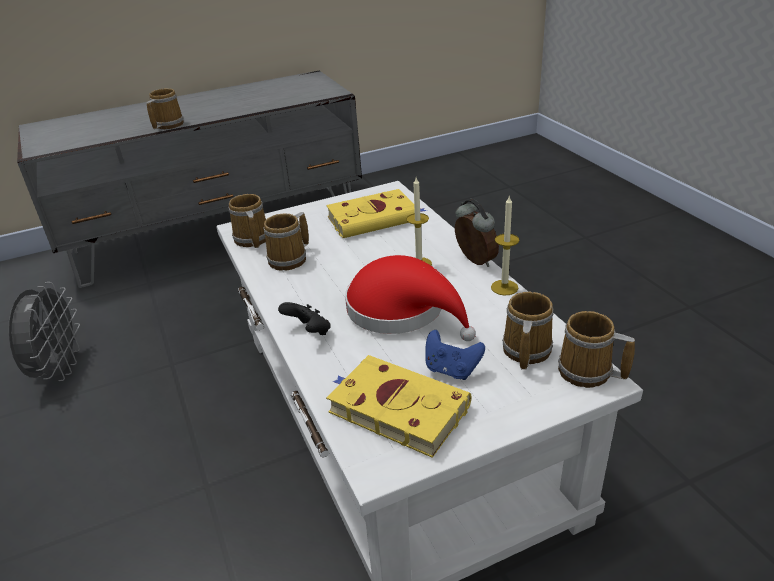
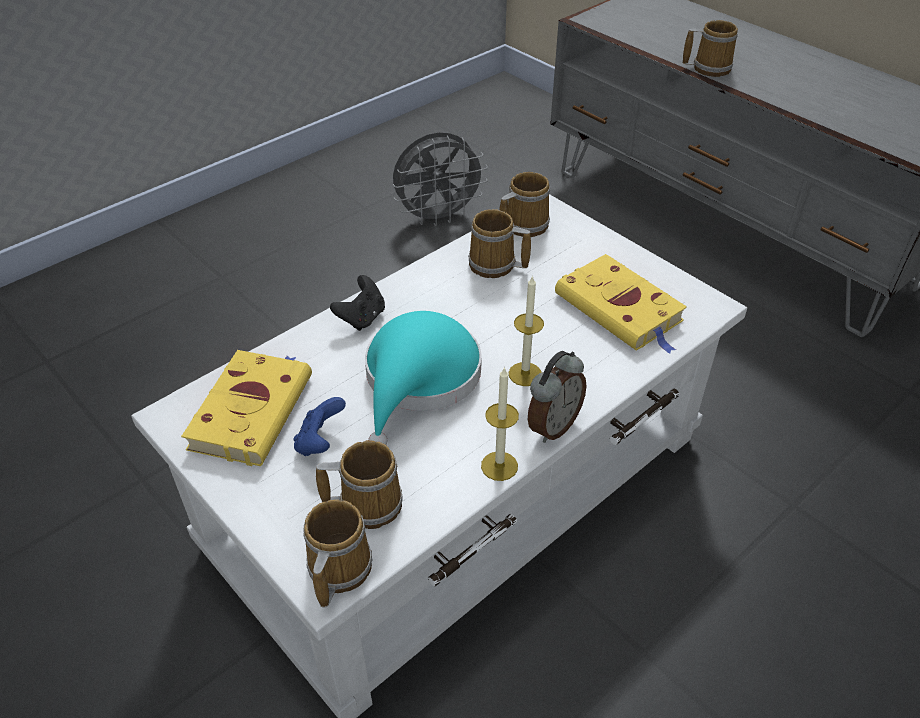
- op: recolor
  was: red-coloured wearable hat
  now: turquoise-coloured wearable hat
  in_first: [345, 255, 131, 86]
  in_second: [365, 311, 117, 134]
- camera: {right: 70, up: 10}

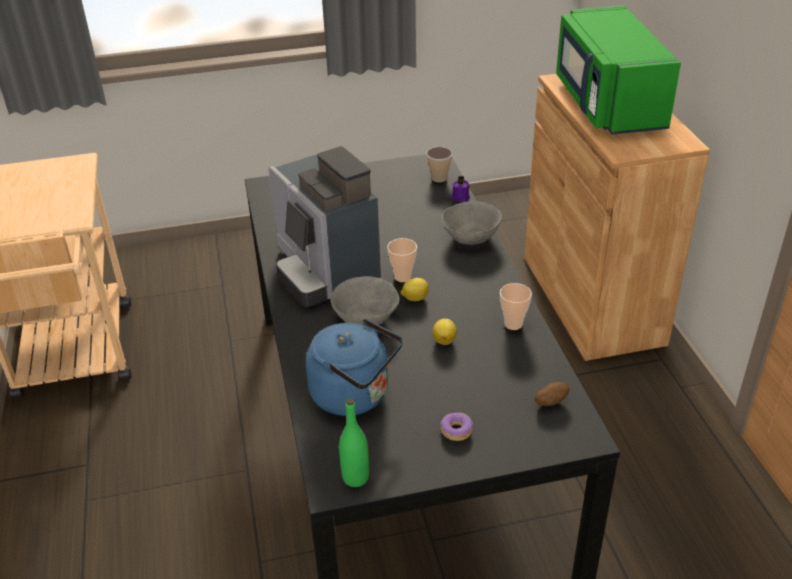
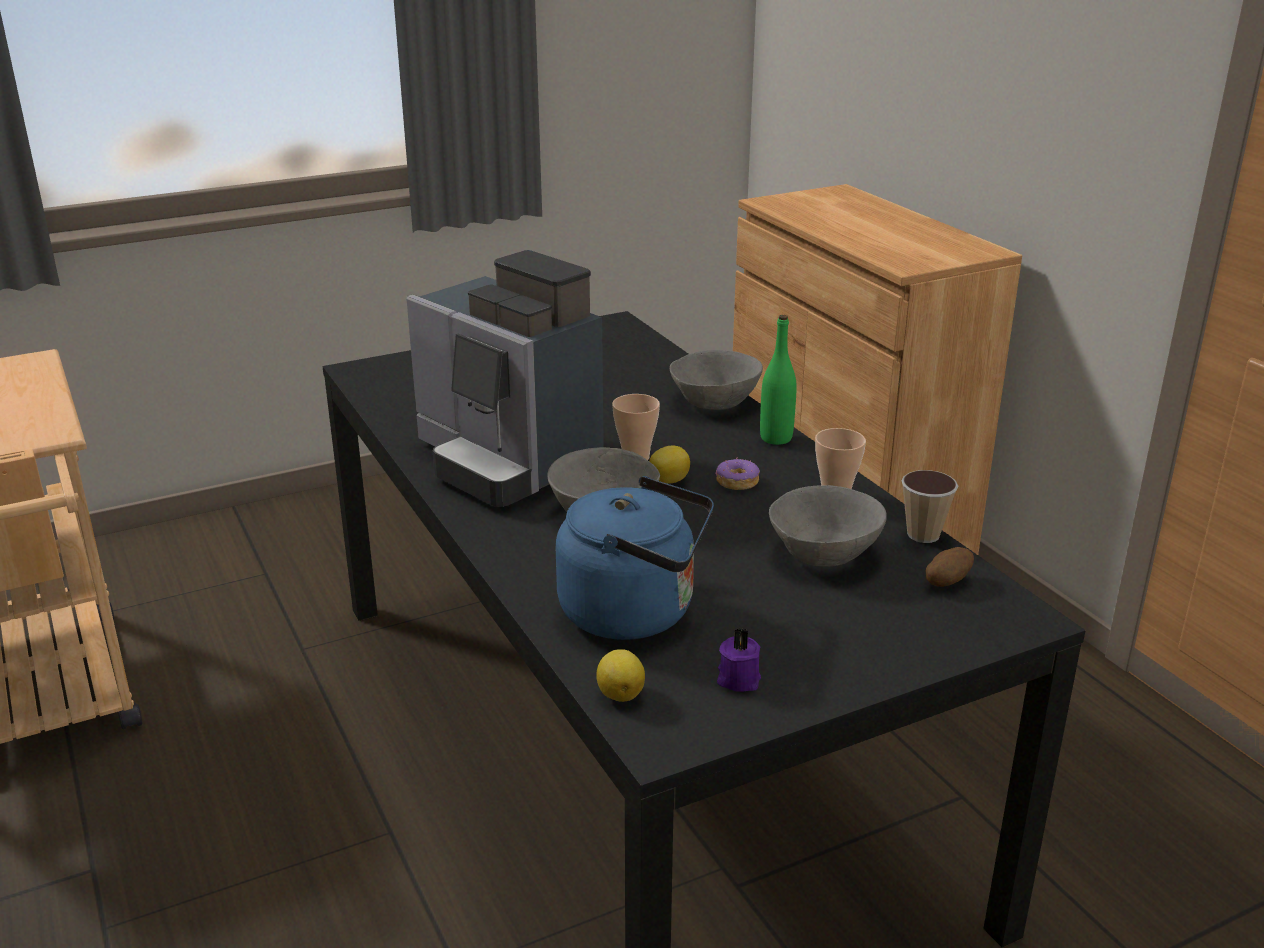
- op: move
  was: citrus fruit
  in_first: [432, 319, 25, 26]
  in_second: [596, 649, 49, 53]
- op: move
  was: doughnut
  in_first: [440, 412, 33, 29]
  in_second: [715, 457, 45, 33]
- op: move
  was: purplish candle
  in_first: [451, 175, 19, 27]
  in_second: [717, 628, 44, 64]
- op: move
  was: green-coloured beverage bottle
  in_first: [339, 398, 30, 89]
  in_second: [760, 315, 37, 130]
- op: insert
  now: gray bowl
  in_second: [769, 485, 118, 82]
- op: move
  was: cup
  in_first: [426, 147, 27, 35]
  in_second: [902, 470, 56, 73]
- op: delete
  was: green-coloured microwave oven
  in_first: [556, 5, 125, 129]
- camera: {right: -15, up: -10}

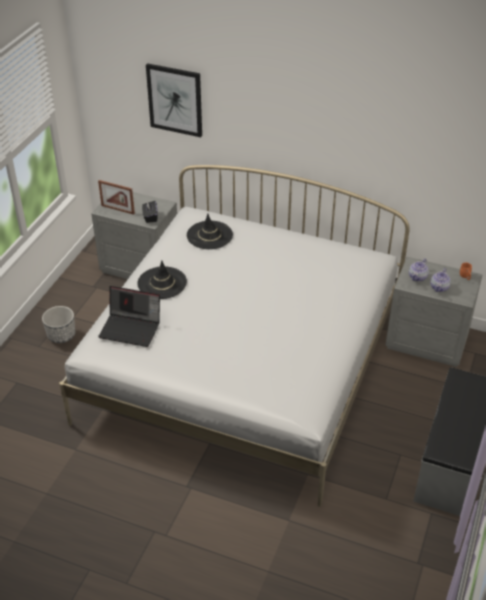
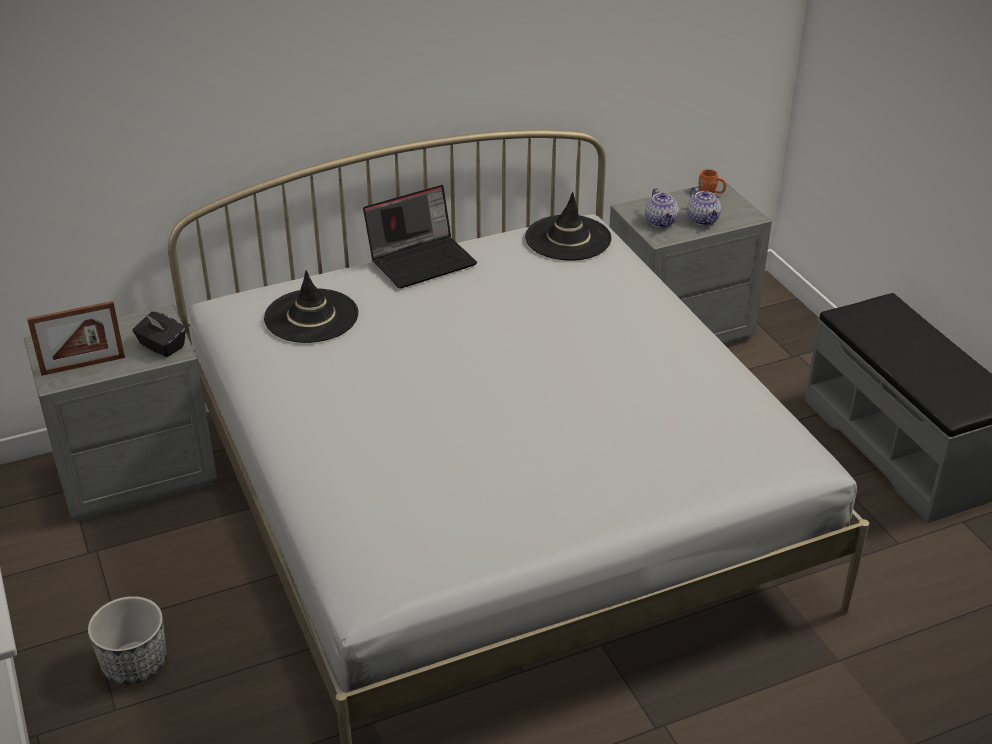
- op: move
  was: laptop
  in_first: [98, 286, 62, 61]
  in_second: [363, 185, 114, 104]
- op: move
  was: blackish wearable hat
  in_first: [137, 261, 50, 38]
  in_second: [525, 192, 87, 69]
- op: delete
  was: picture
  in_first: [146, 63, 56, 74]
- camera: {right: -45, up: -5}

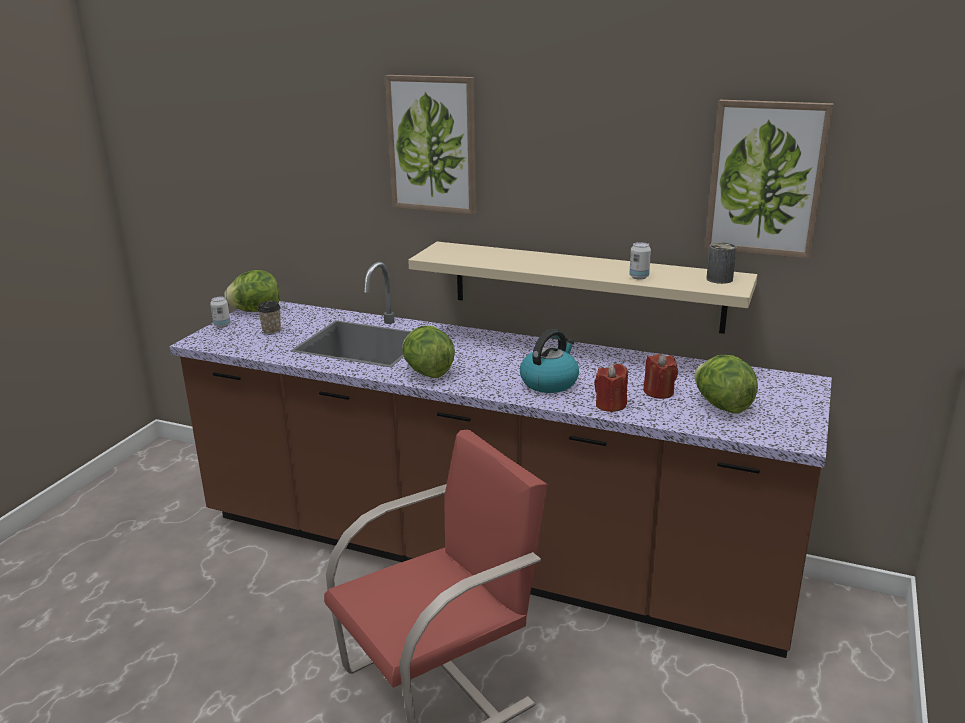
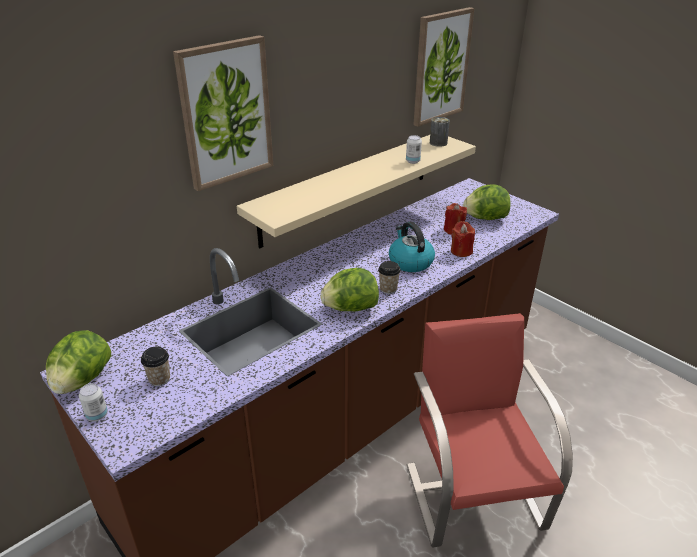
- op: insert
  now: cup
  in_second: [378, 261, 23, 33]
- camera: {right: -65, up: 10}

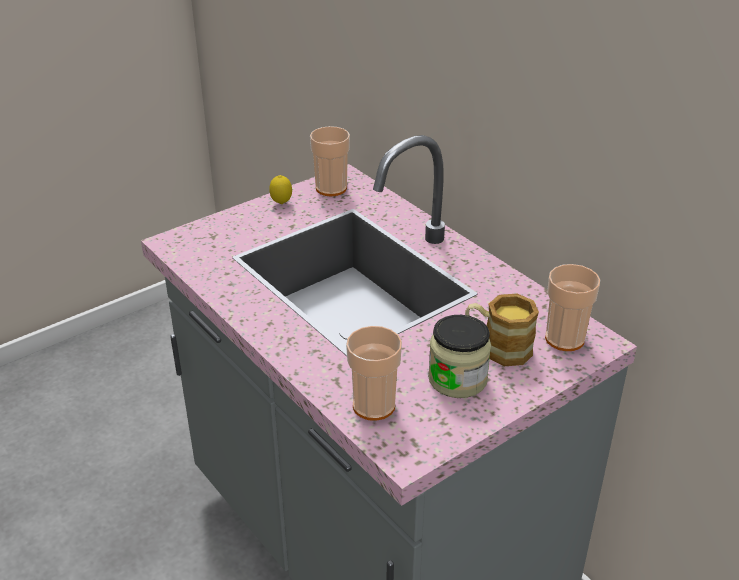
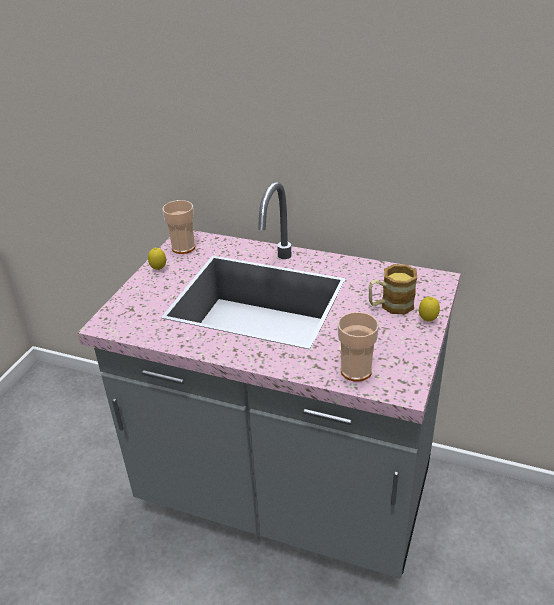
- op: insert
  now: citrus fruit
  in_second: [419, 297, 21, 24]
- op: delete
  was: storage jar
  in_first: [428, 315, 63, 83]
- op: delete
  was: cup
  in_first: [545, 264, 55, 87]
- camera: {right: -30, up: 0}

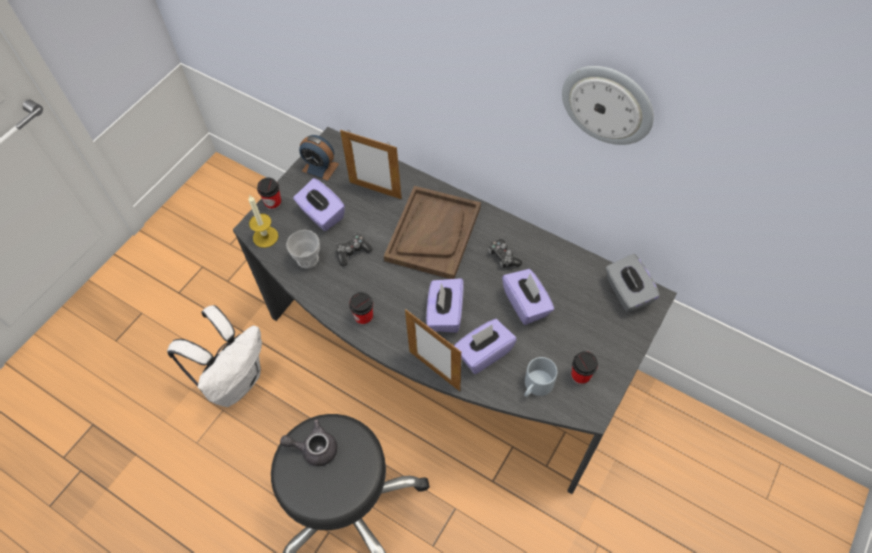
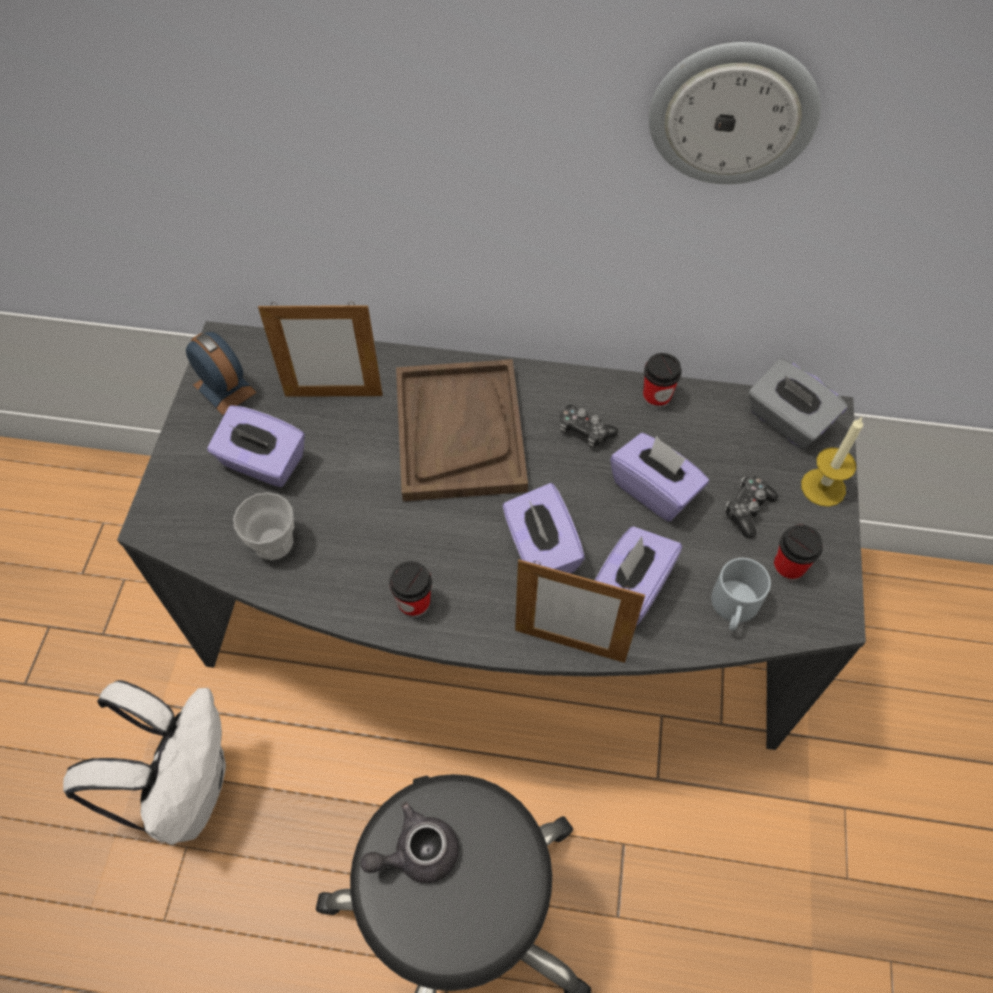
- op: rotate
  was: bedside clock
  in_first: [299, 135, 40, 46]
  in_second: [186, 332, 71, 83]
  clockwise: -135
- op: move
  was: cup
  in_first: [257, 178, 25, 32]
  in_second: [643, 353, 39, 56]
- op: move
  was: game controller
  in_first: [336, 234, 36, 33]
  in_second: [725, 476, 53, 62]
- op: move
  was: candle
  in_first: [248, 195, 30, 53]
  in_second: [801, 417, 62, 90]
- camera: {right: -25, up: 0}

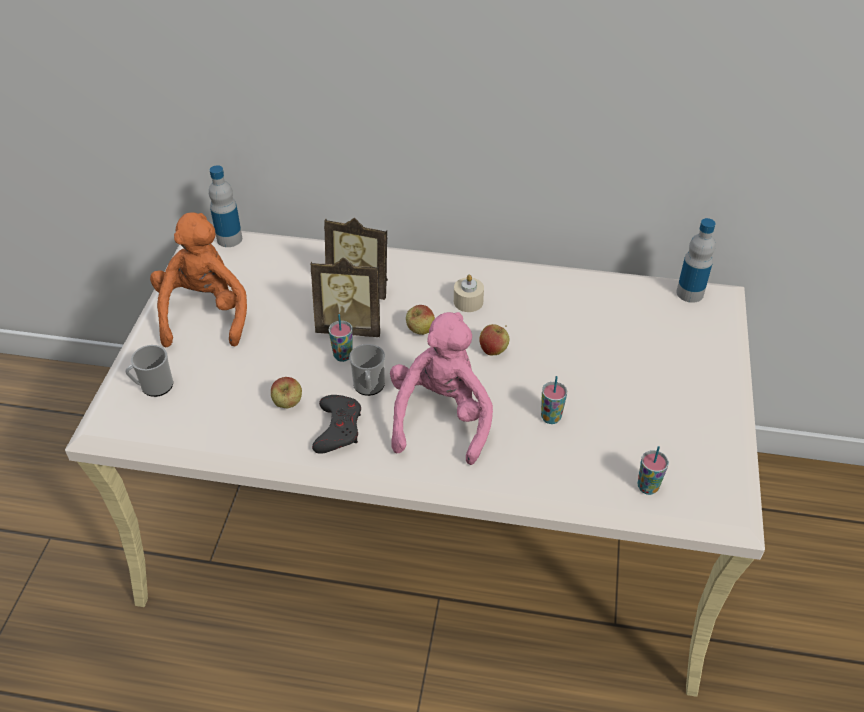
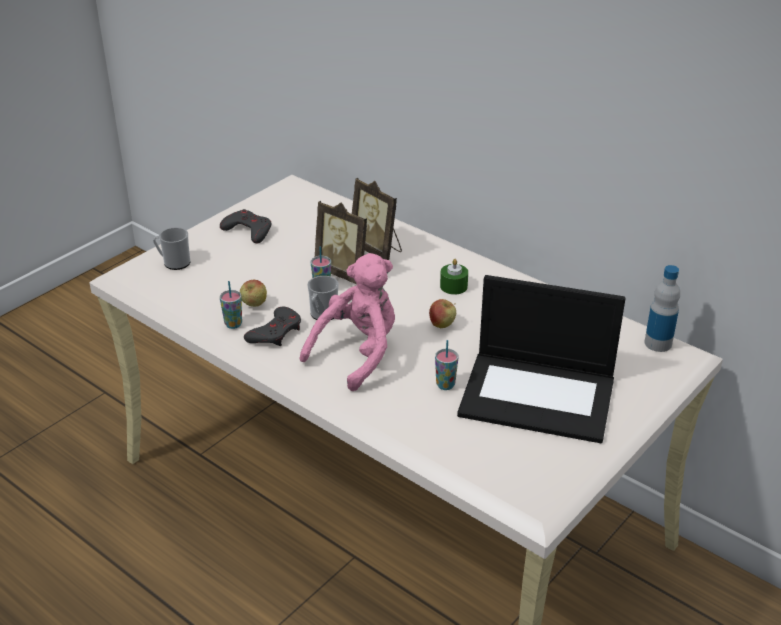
- op: replace
  was: orangey soft toy
  now: gray game controller
  in_first: [150, 212, 97, 135]
  in_second: [220, 209, 51, 34]
- op: move
  was: cup
  in_first: [637, 446, 32, 49]
  in_second: [220, 281, 22, 48]
- op: recolor
  was: beige-coloured candle
  now: green-coloured candle
  in_first: [454, 275, 30, 37]
  in_second: [440, 259, 28, 36]
- op: insert
  now: laptop
  in_second: [457, 275, 169, 168]
- op: delete
  was: beverage bottle
  in_first: [209, 165, 33, 82]
- op: delete
  was: apple fruit
  in_first: [406, 305, 29, 30]
- camera: {right: 30, up: -10}

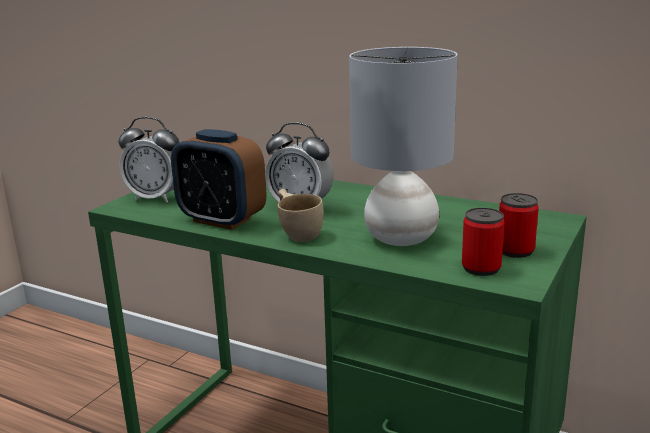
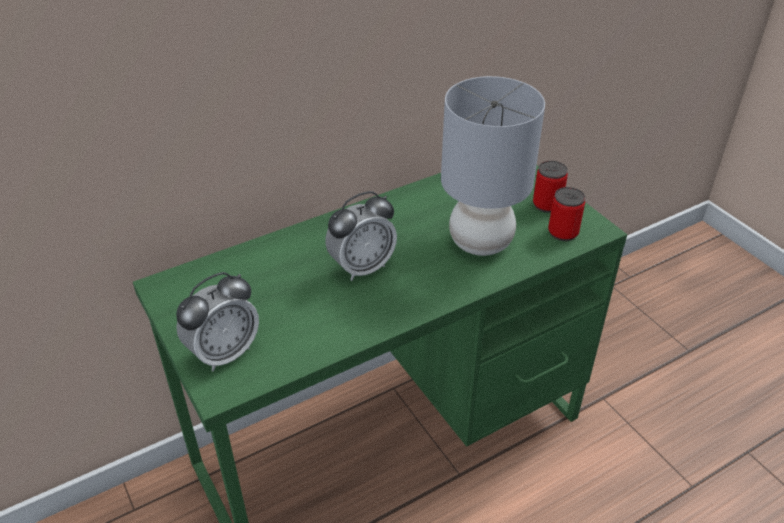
- op: delete
  was: bedside clock
  in_first: [171, 129, 95, 101]
- op: delete
  was: beige-coloured cup
  in_first: [277, 189, 47, 53]
- camera: {right: -60, up: 20}

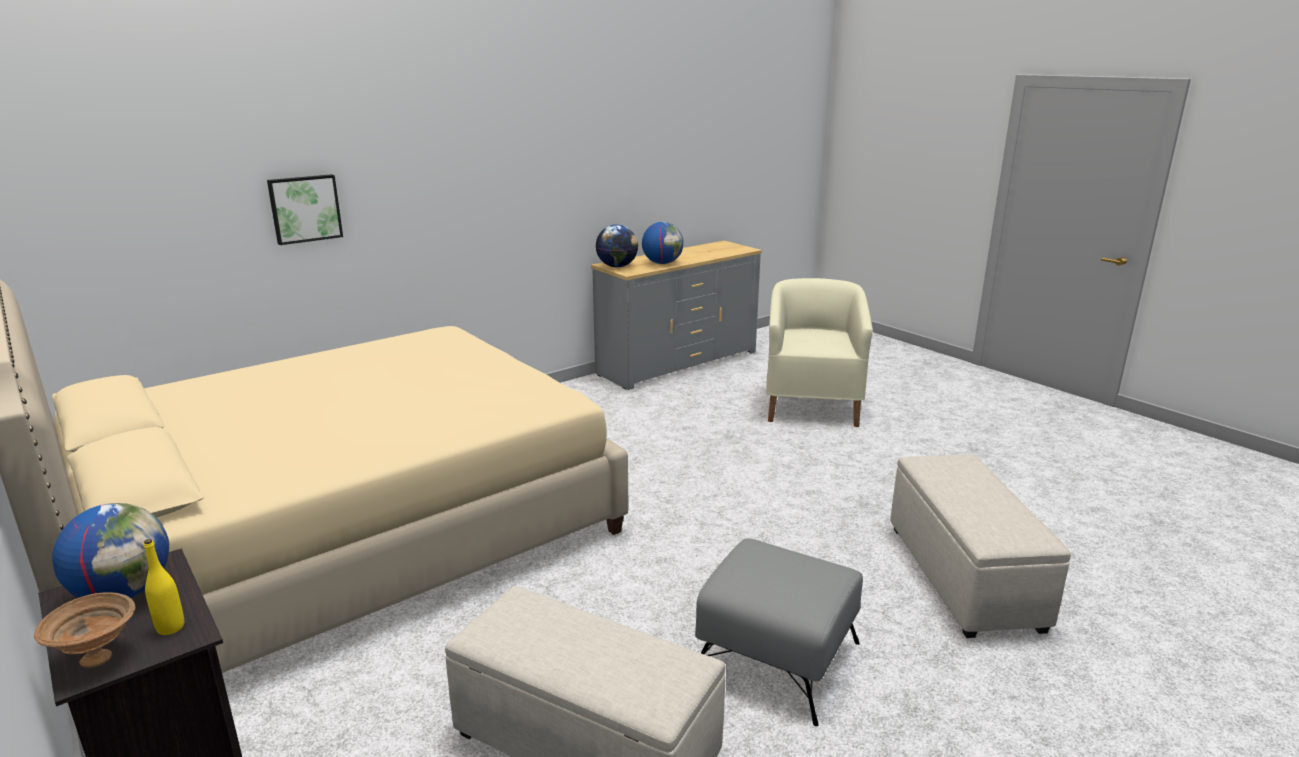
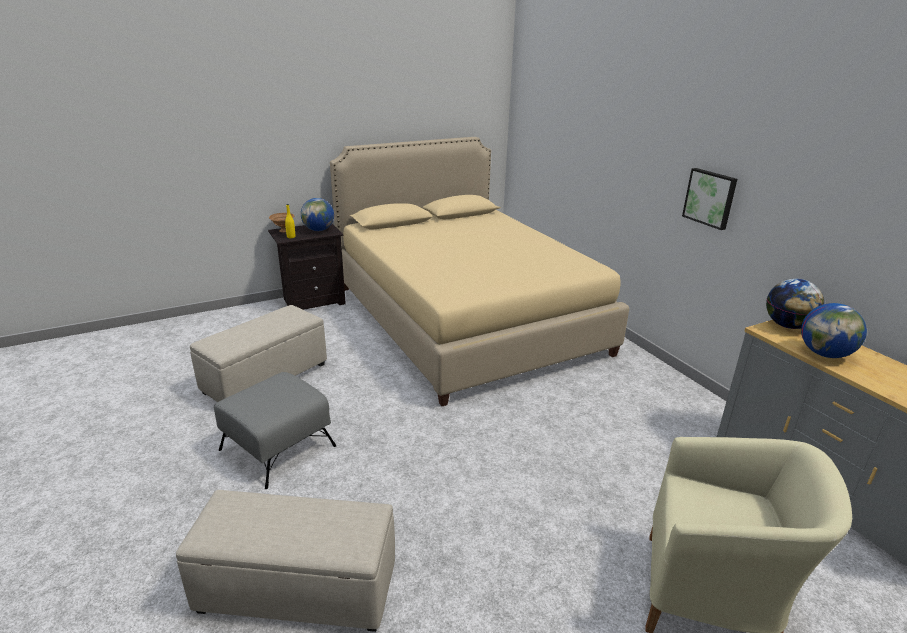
- op: move
  was: picture
  in_first: [267, 174, 76, 71]
  in_second: [682, 168, 55, 62]
- camera: {right: 100, up: 5}

